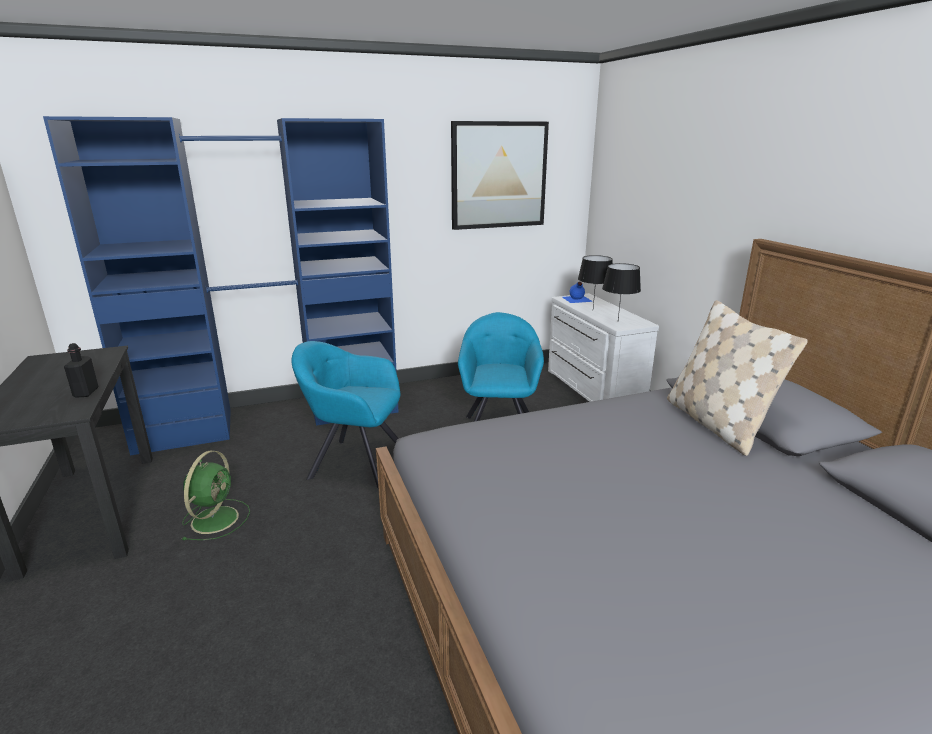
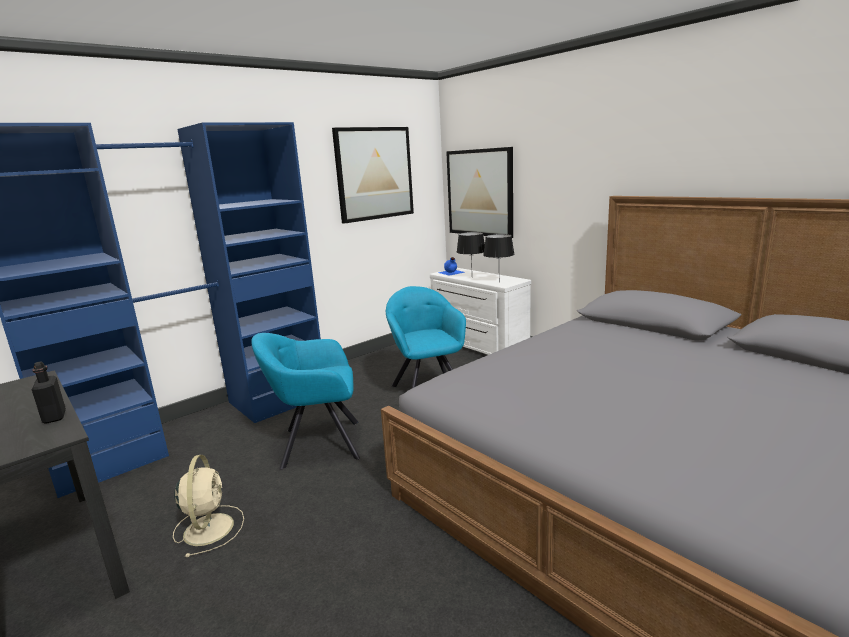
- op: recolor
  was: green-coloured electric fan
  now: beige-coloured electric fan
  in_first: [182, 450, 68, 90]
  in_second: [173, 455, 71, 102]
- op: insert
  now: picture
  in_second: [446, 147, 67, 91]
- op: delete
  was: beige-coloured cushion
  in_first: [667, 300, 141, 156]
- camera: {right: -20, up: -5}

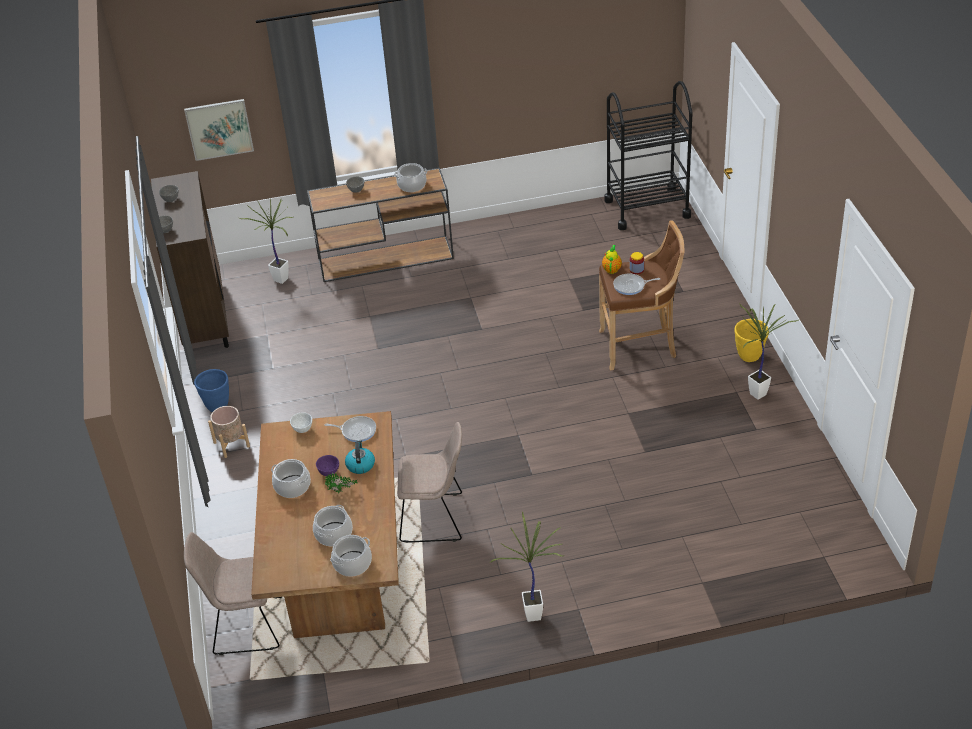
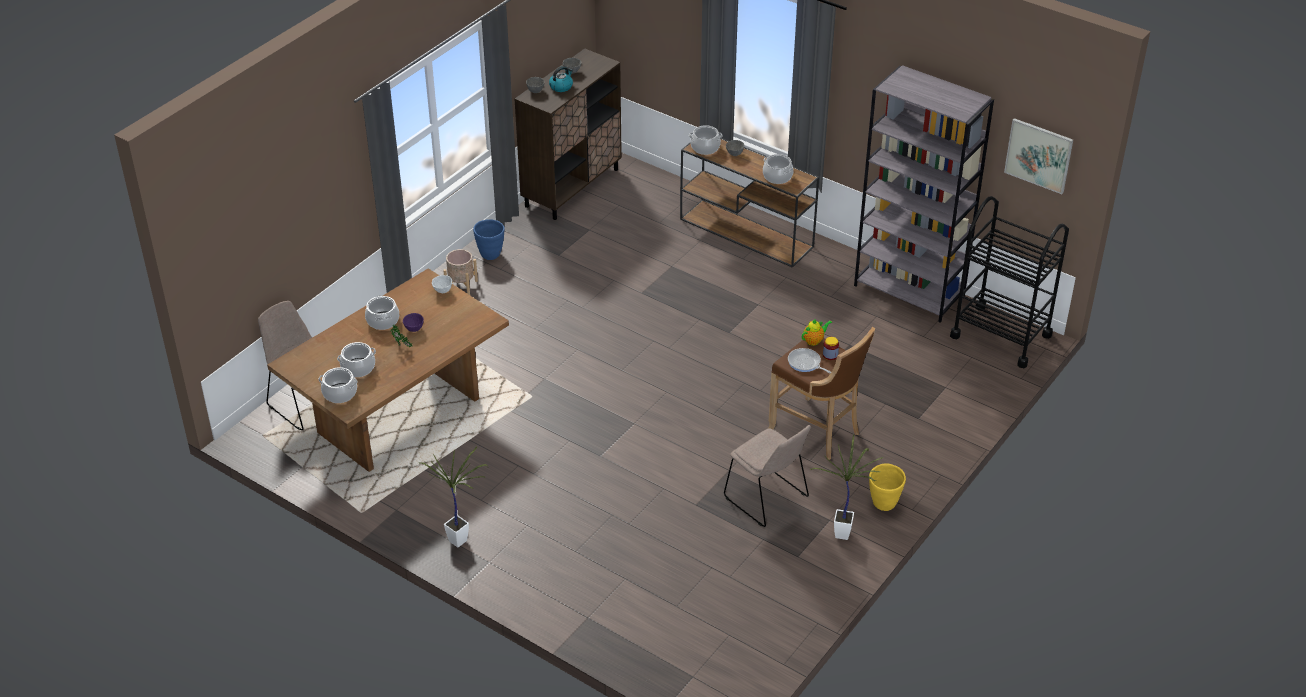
- op: move
  was: water kettle
  in_first: [345, 440, 30, 34]
  in_second: [549, 66, 24, 26]
- op: insert
  now: stockpot
  in_second: [689, 125, 34, 30]
- op: move
  was: beige-coloured chair
  in_first: [397, 422, 65, 121]
  in_second: [724, 425, 87, 102]
- op: insert
  now: gray shelving unit
  in_second: [854, 65, 140, 258]
- op: move
  was: picture
  in_first: [184, 99, 70, 62]
  in_second: [1004, 118, 69, 76]
- op: delete
  was: potted plant
  in_first: [239, 198, 54, 86]
- op: delete
  was: frying pan
  in_first: [324, 416, 52, 26]
- camera: {right: 45, up: 0}

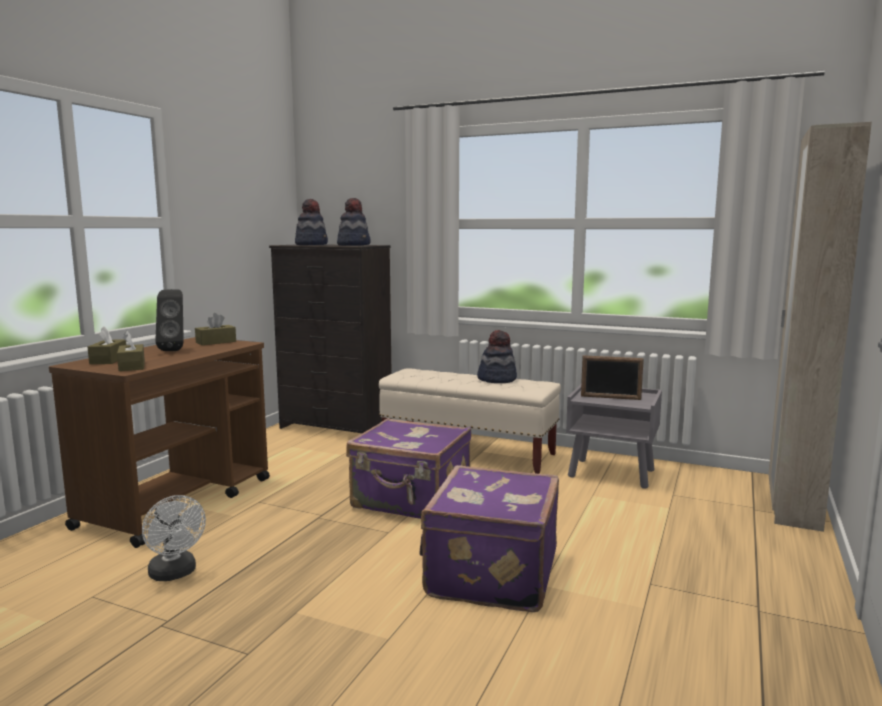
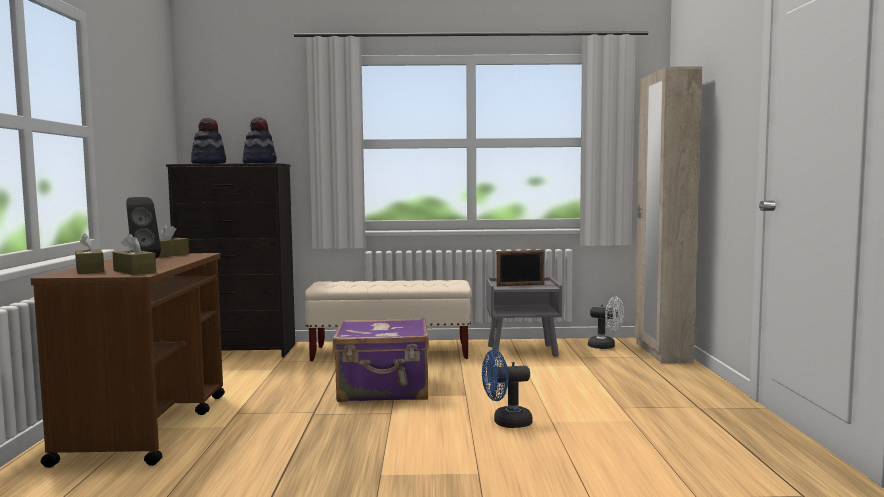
- op: replace
  was: purplish suitcase
  now: bluish electric fan
  in_first: [420, 465, 139, 147]
  in_second: [482, 350, 50, 78]
- op: move
  was: white electric fan
  in_first: [142, 495, 64, 86]
  in_second: [588, 296, 36, 53]
- op: delete
  was: wearable hat
  in_first: [477, 330, 40, 53]
- camera: {right: -25, up: -5}

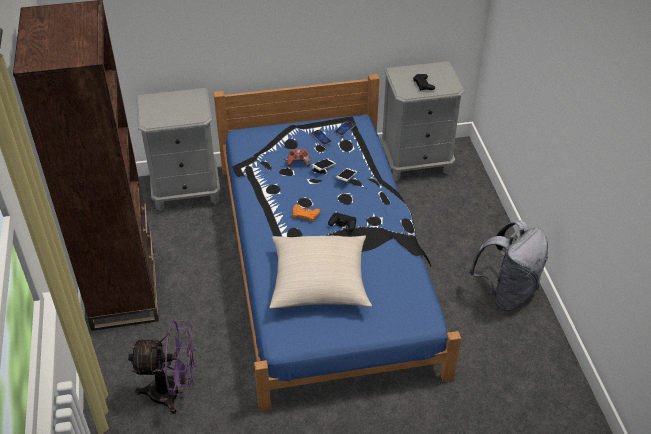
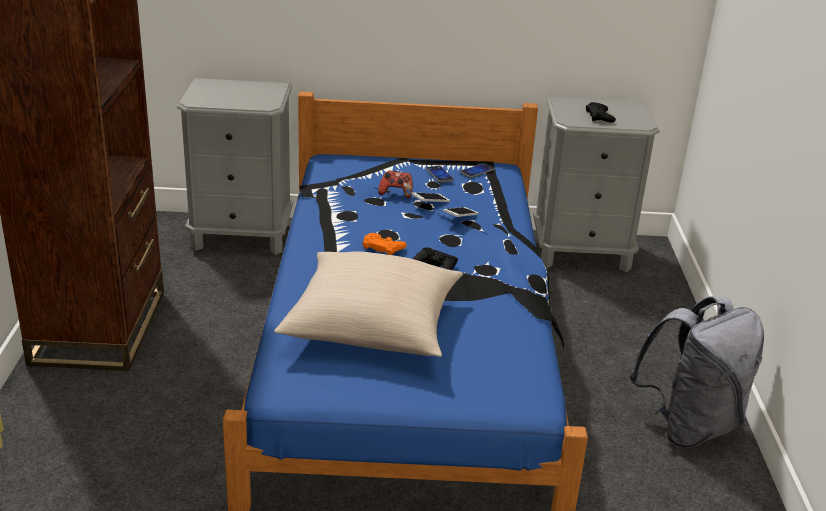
- op: delete
  was: purplish electric fan
  in_first: [128, 320, 68, 94]
- camera: {right: 10, up: -15}

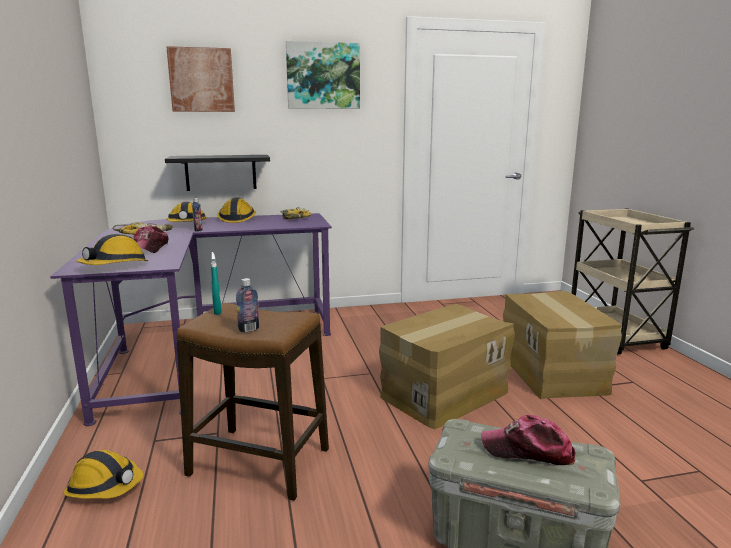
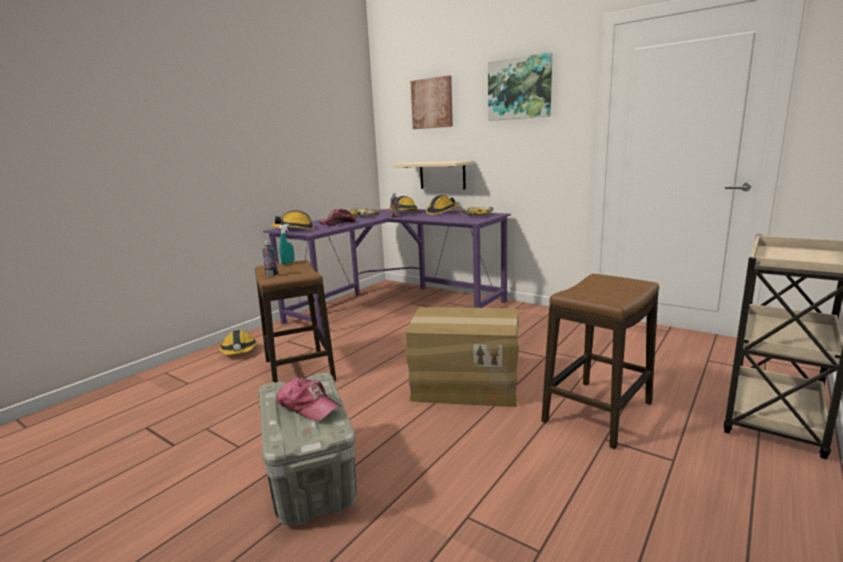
- op: rotate
  was: cap
  in_first: [481, 415, 95, 50]
  in_second: [276, 377, 65, 44]
  clockwise: 150
- op: recolor
  was: blackish shelf
  now: beige-coloured shelf
  in_first: [165, 155, 105, 36]
  in_second: [392, 161, 82, 28]
- op: replace
  was: packing box
  now: sitting stool
  in_first: [503, 291, 119, 108]
  in_second: [541, 274, 118, 175]
- camera: {right: 50, up: 0}

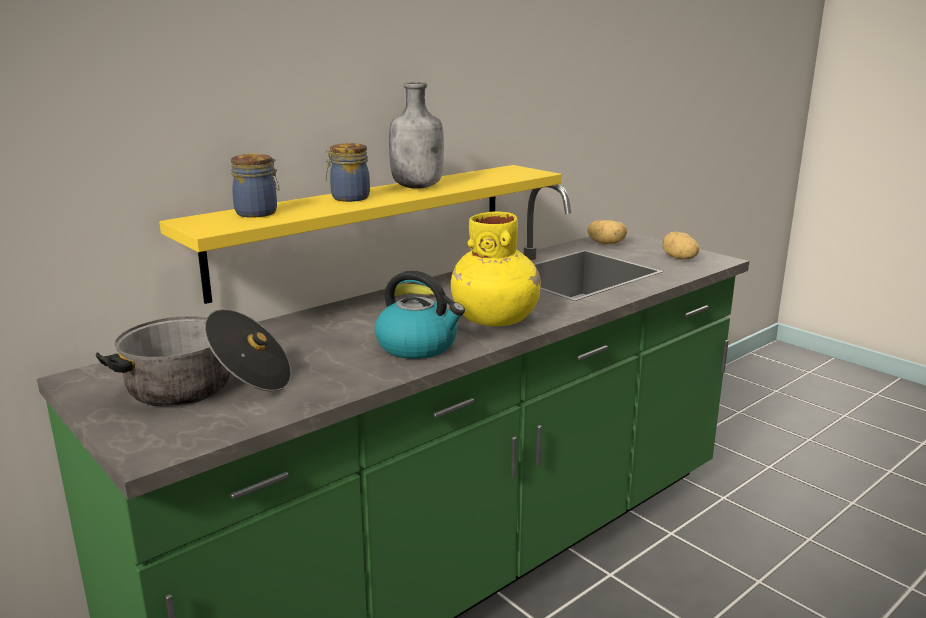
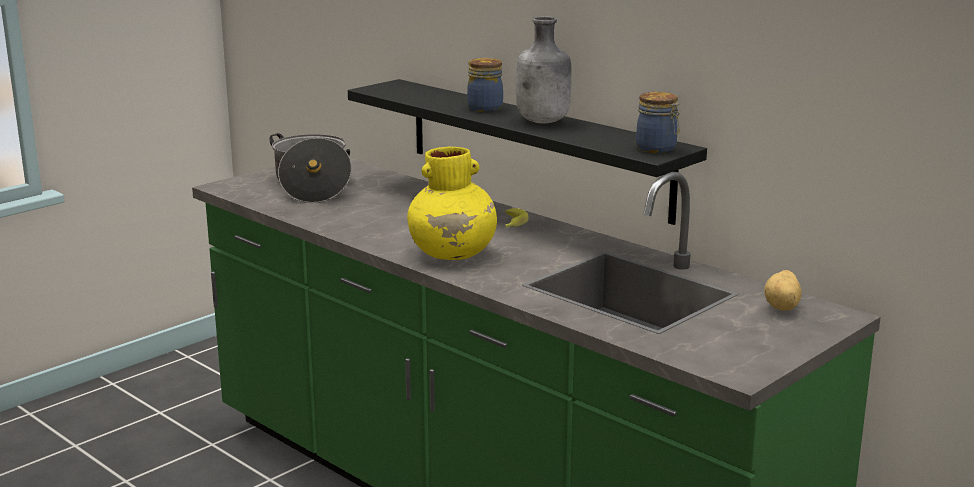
- op: recolor
  was: yellow shelf
  now: blackish shelf
  in_first: [159, 165, 402, 139]
  in_second: [348, 79, 359, 146]
- op: move
  was: storage jar
  in_first: [231, 154, 49, 64]
  in_second: [636, 92, 44, 61]
- op: delete
  was: water kettle
  in_first: [375, 271, 90, 88]
- op: delete
  was: whole potato
  in_first: [662, 232, 37, 28]
- camera: {right: 85, up: 0}

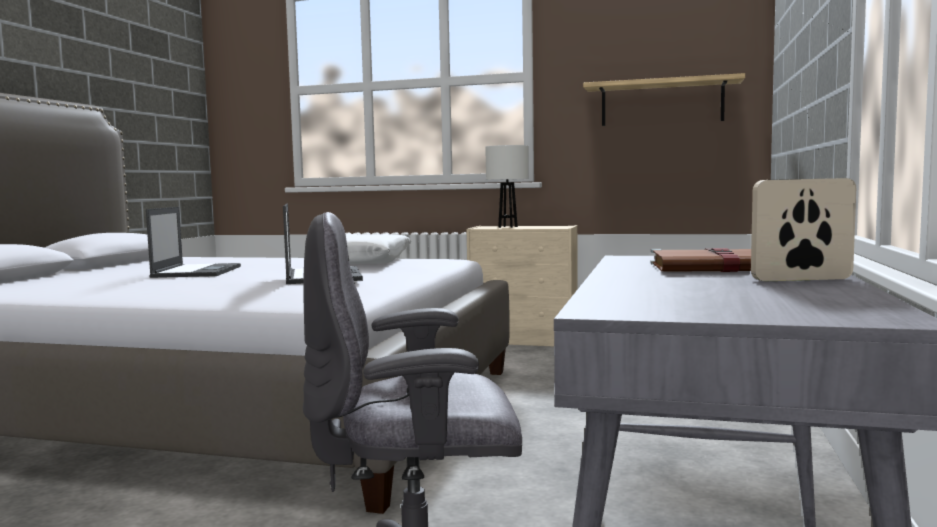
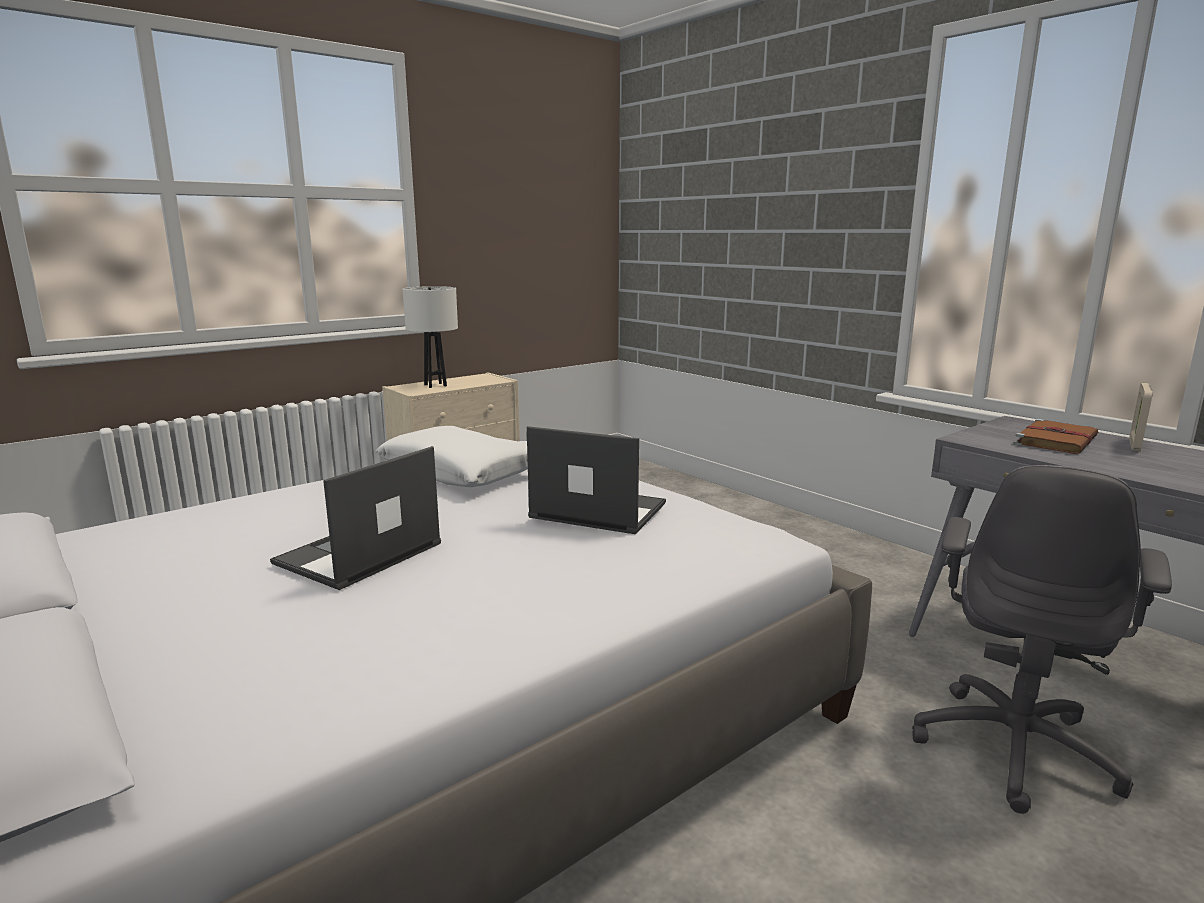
- op: rotate
  was: laptop
  in_first: [146, 207, 95, 71]
  in_second: [270, 446, 171, 144]
  clockwise: -90
- op: delete
  was: shelf
  in_first: [583, 73, 162, 53]
- camera: {right: -55, up: 10}

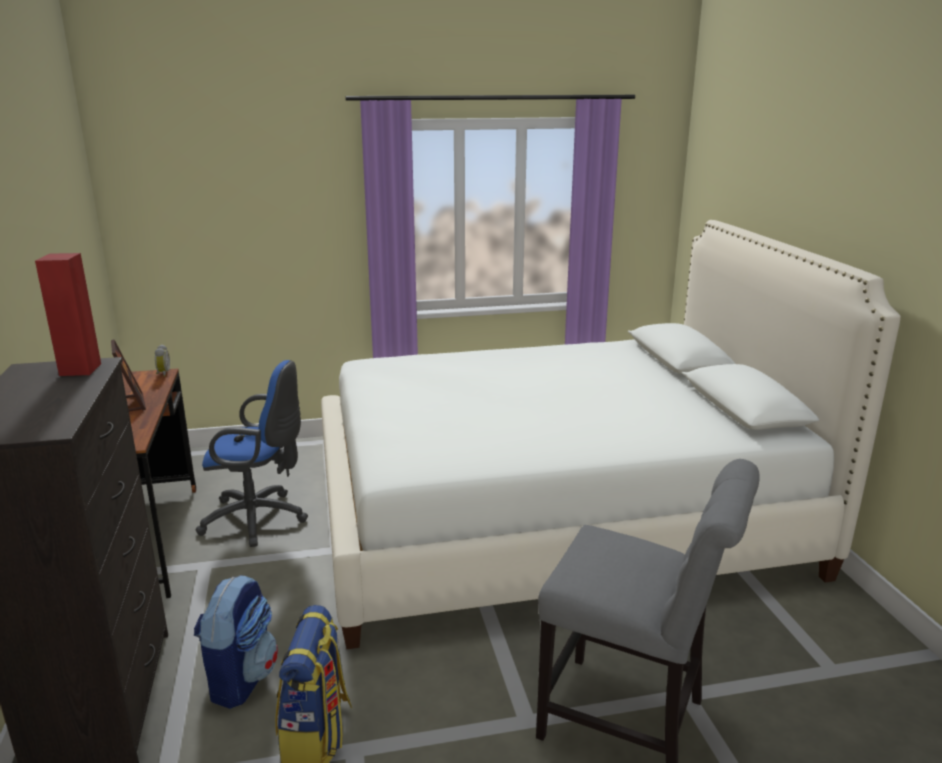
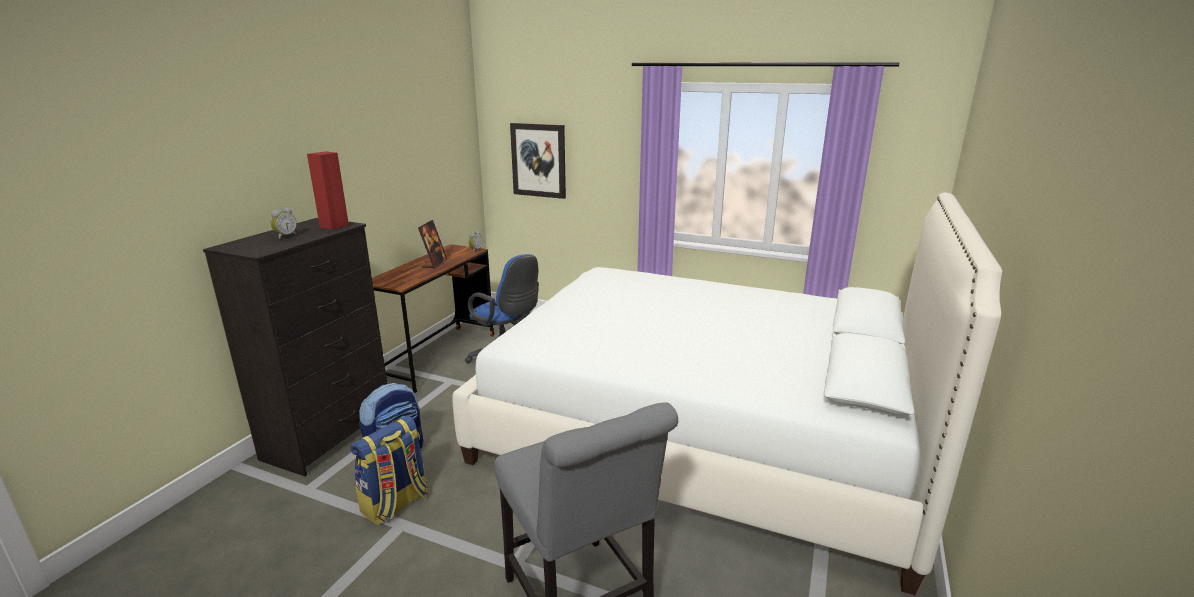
- op: insert
  now: bedside clock
  in_second: [271, 207, 26, 32]
- op: insert
  now: picture
  in_second: [510, 123, 56, 76]
- camera: {right: 35, up: 0}

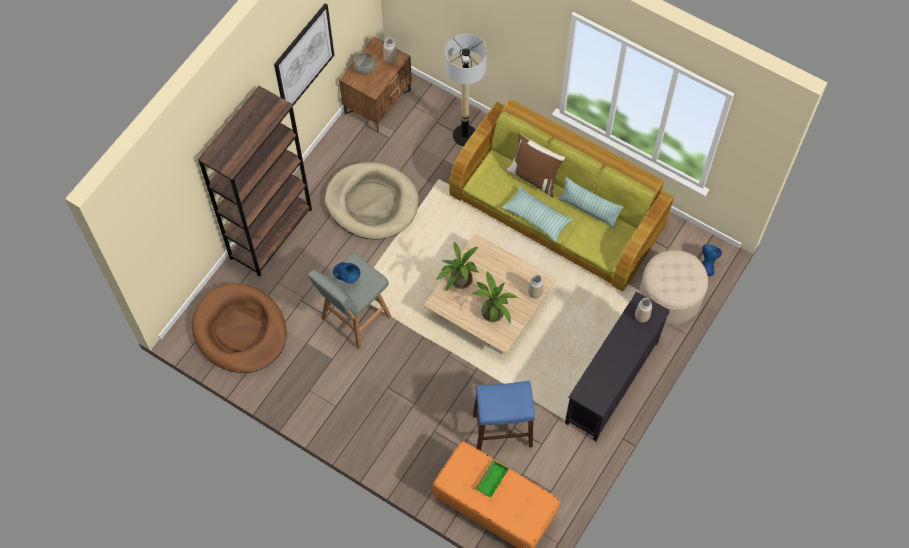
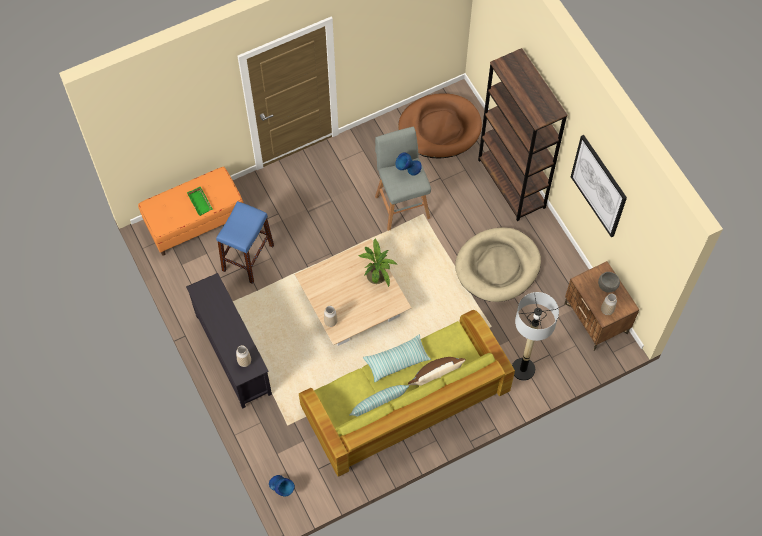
- op: delete
  was: potted plant
  in_first: [473, 272, 45, 51]
- op: delete
  was: beige-coloured footrest
  in_first: [639, 250, 69, 75]
- camera: {right: 120, up: 0}

